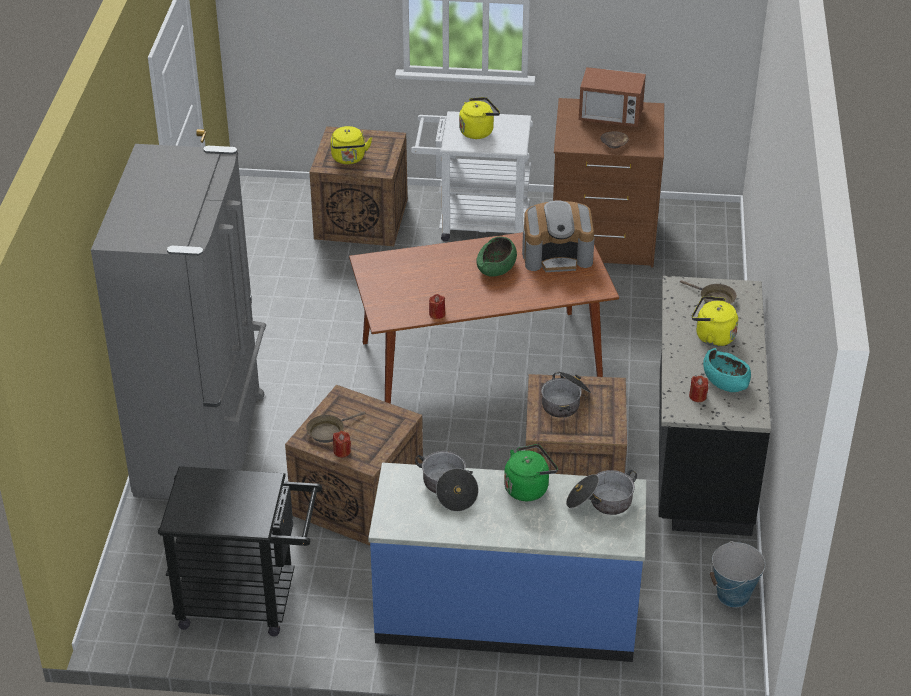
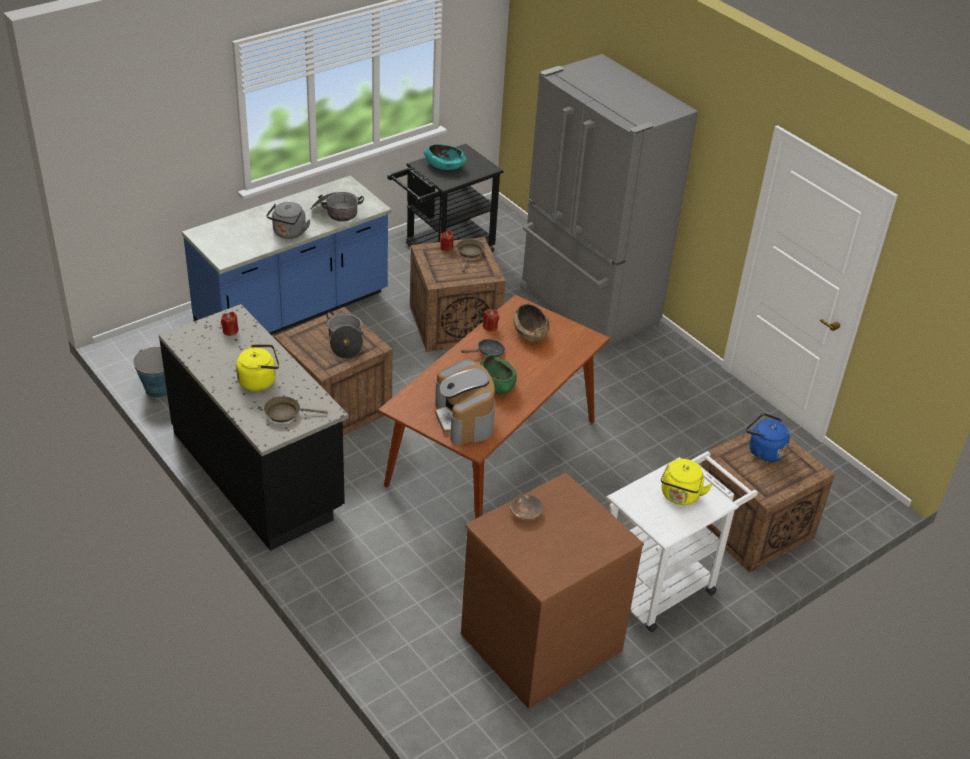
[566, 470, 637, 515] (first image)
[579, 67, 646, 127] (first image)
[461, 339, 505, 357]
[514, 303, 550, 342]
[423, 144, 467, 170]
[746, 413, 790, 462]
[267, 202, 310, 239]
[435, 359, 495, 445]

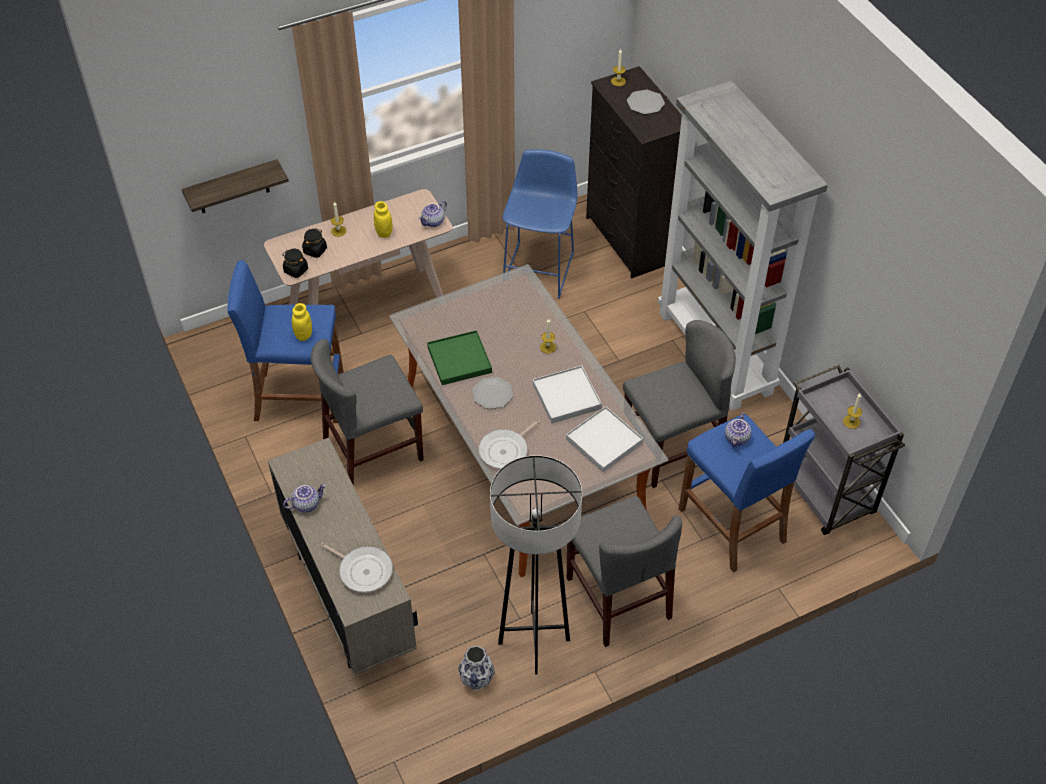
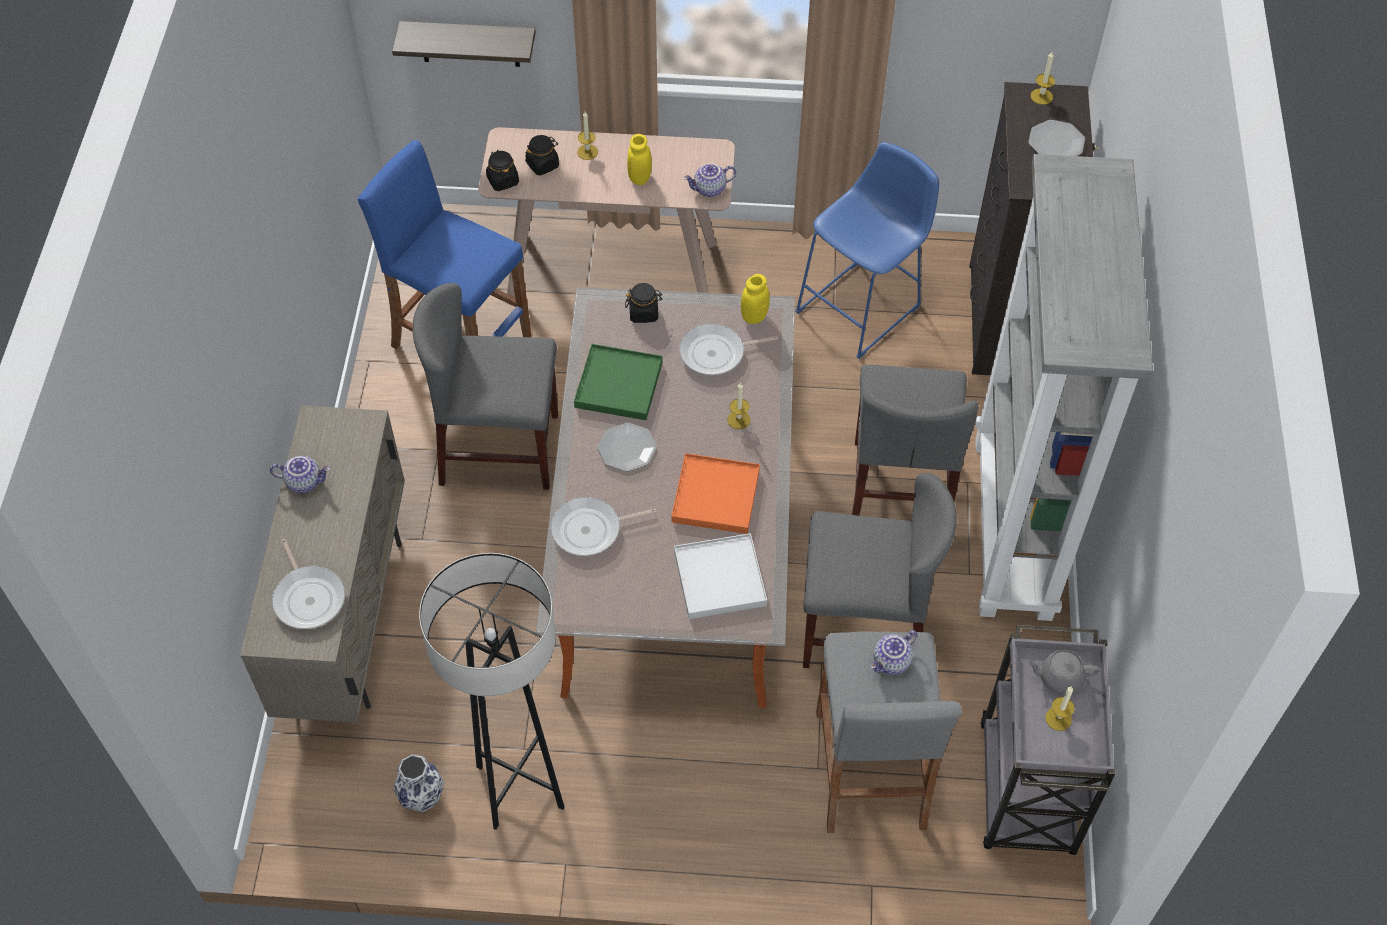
[625, 283, 663, 323]
[679, 324, 778, 375]
[1026, 650, 1099, 694]
[741, 274, 770, 324]
[852, 365, 979, 516]
[671, 453, 760, 534]
[816, 631, 962, 833]

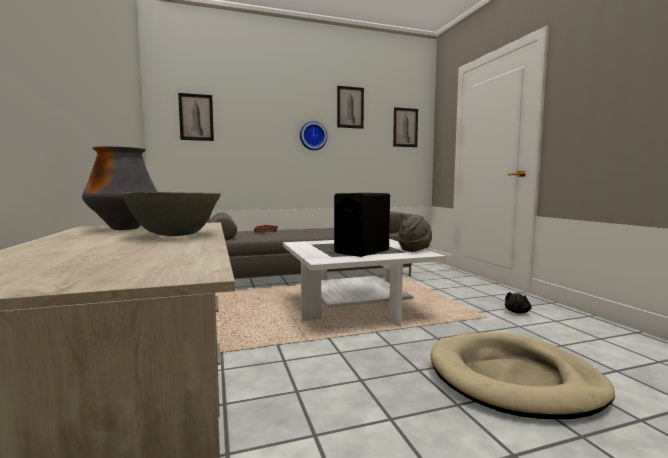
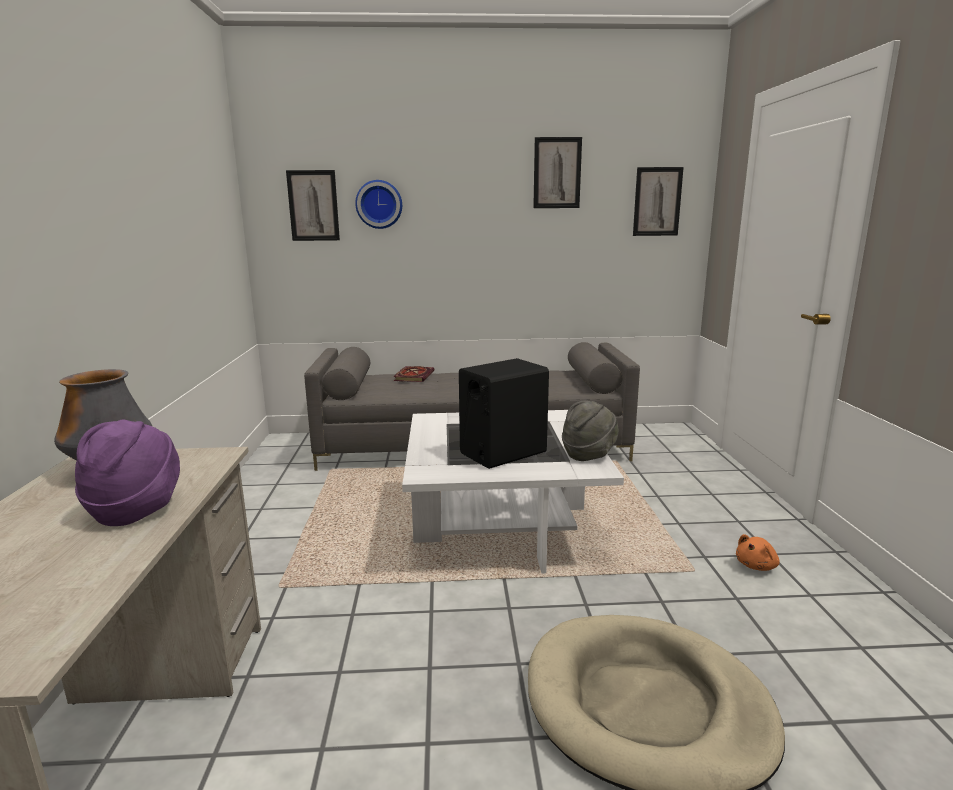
[355, 180, 402, 229]
[75, 420, 180, 526]
[736, 534, 780, 571]

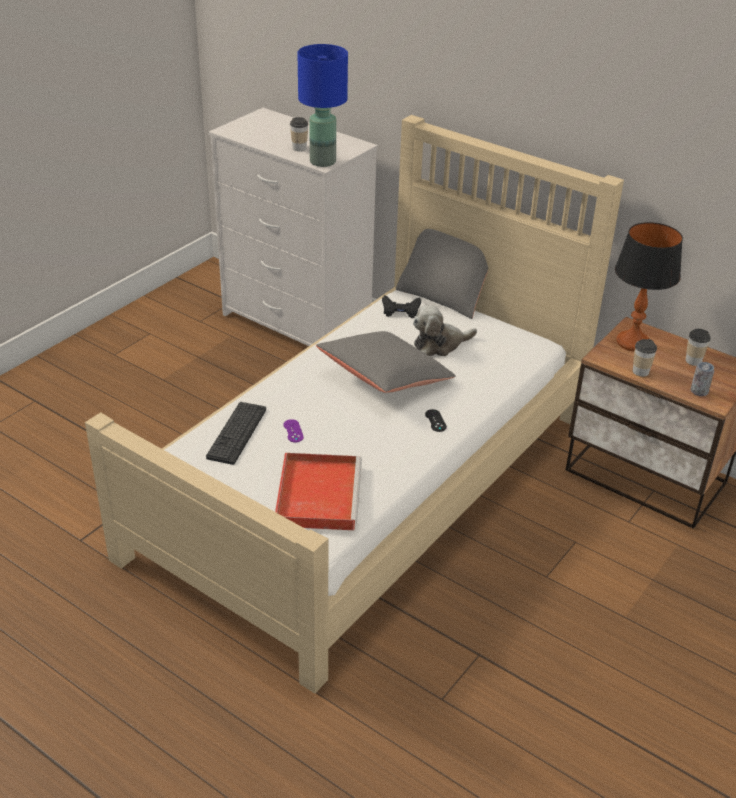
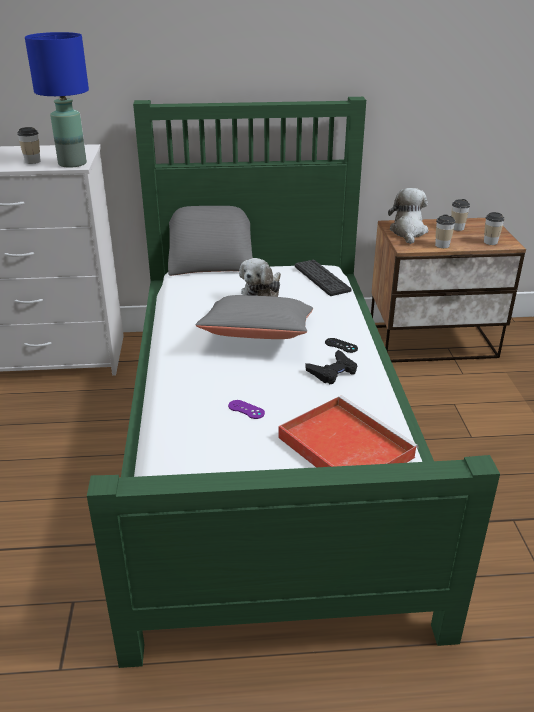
[295, 260, 351, 296]
[305, 350, 357, 384]
[388, 188, 428, 244]
[484, 212, 505, 245]
[87, 97, 500, 668]

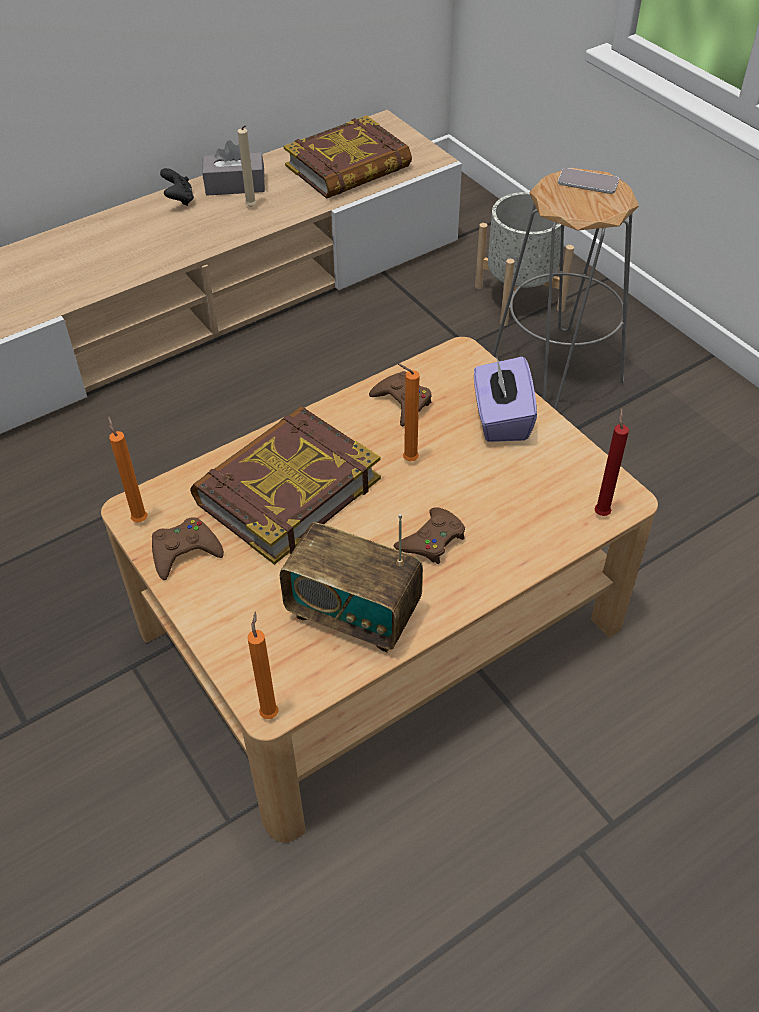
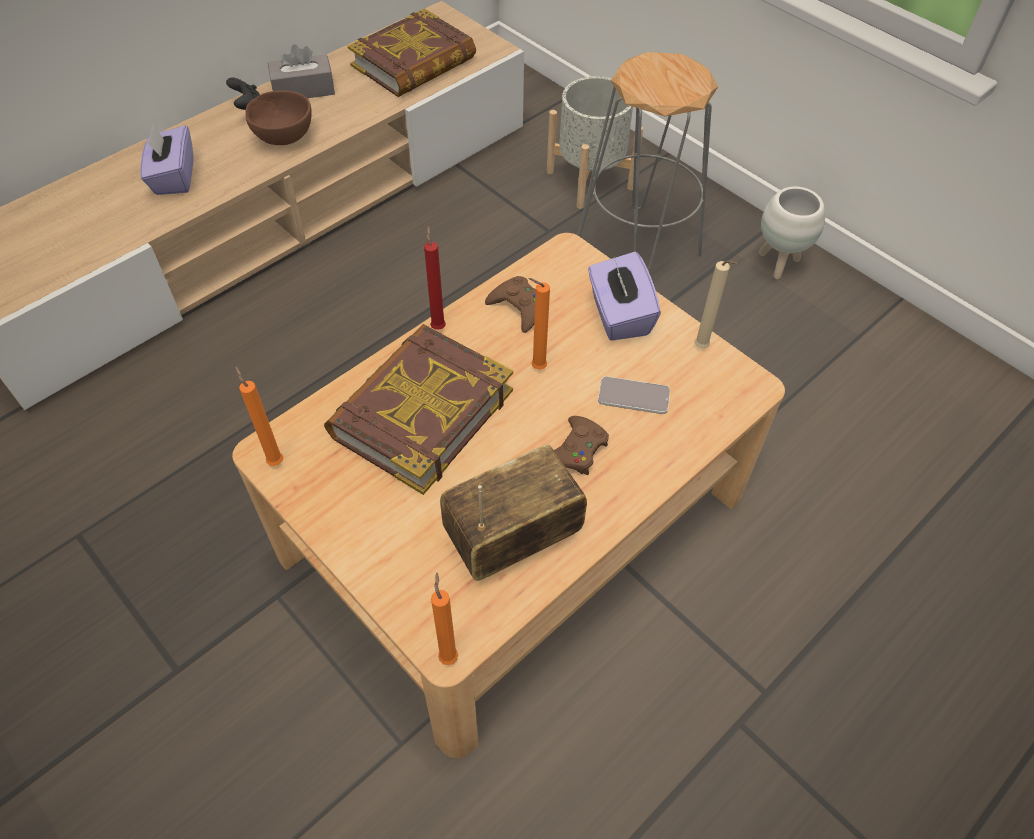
[152, 517, 224, 580] (first image)
[140, 125, 194, 195]
[245, 90, 312, 145]
[759, 186, 825, 279]
[694, 260, 737, 348]
[598, 376, 670, 414]
[424, 226, 446, 330]
[440, 445, 587, 581]

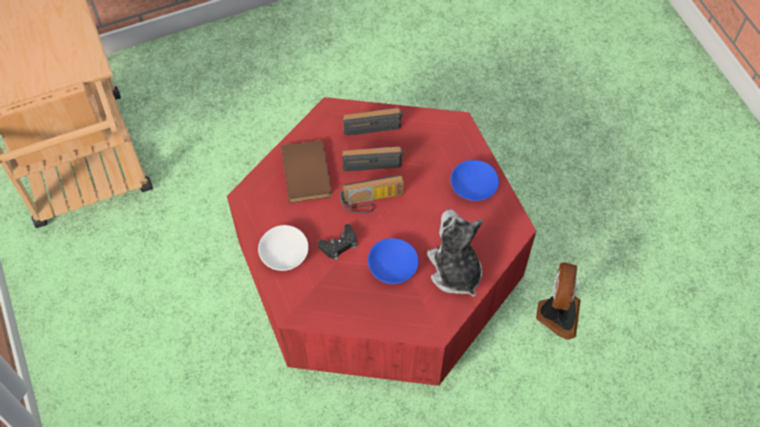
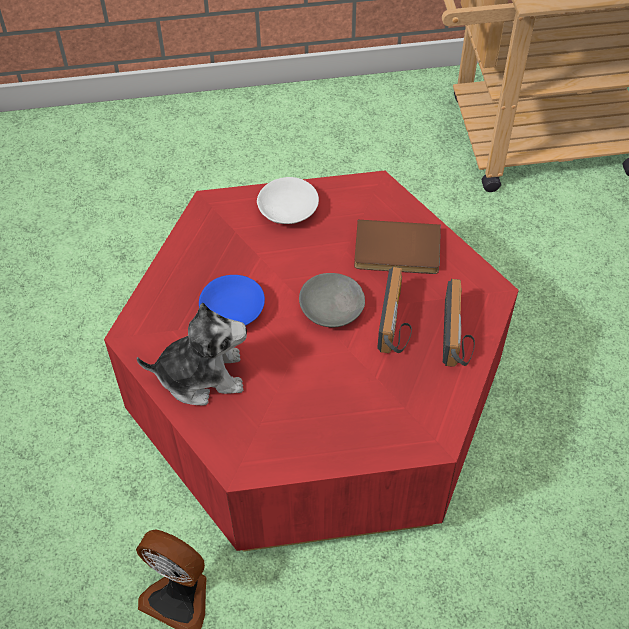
[318, 224, 357, 260] (first image)
[451, 160, 499, 201] (first image)
[299, 273, 365, 327]

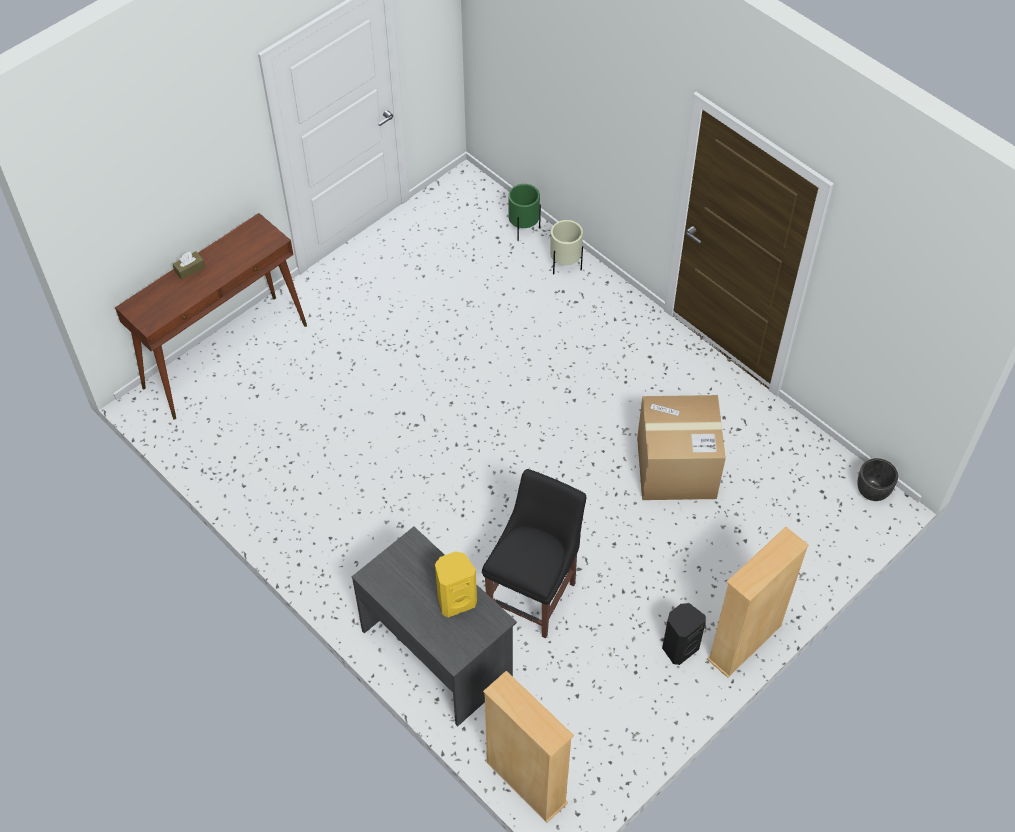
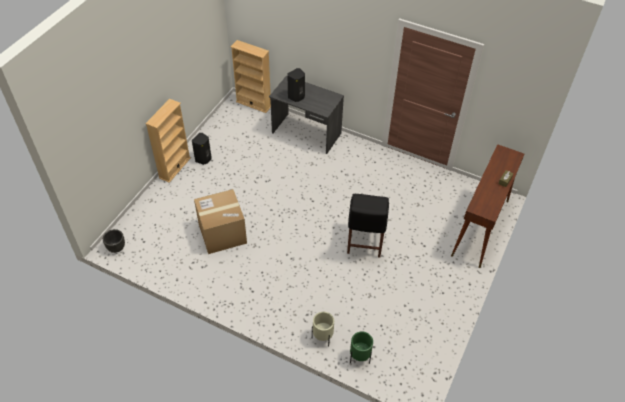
[347, 194, 389, 258]
[288, 68, 305, 102]

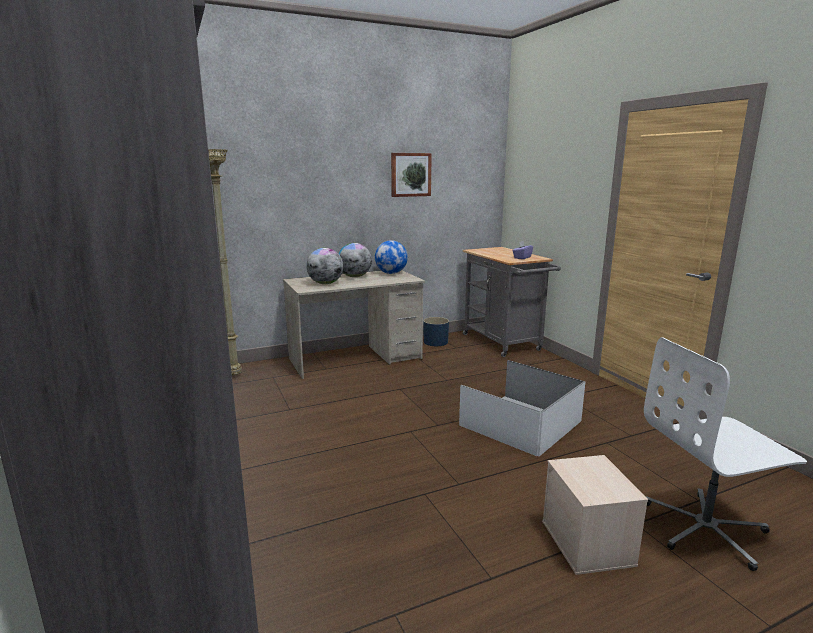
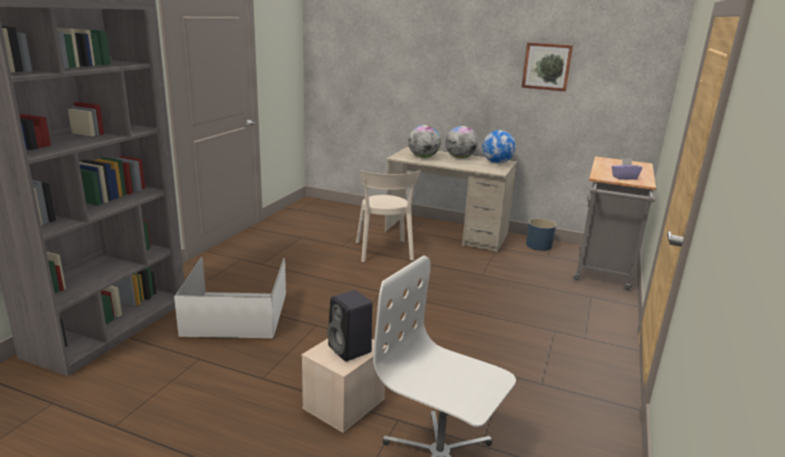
[208, 149, 242, 376] (first image)
[327, 290, 373, 361]
[356, 170, 421, 262]
[174, 257, 286, 338]

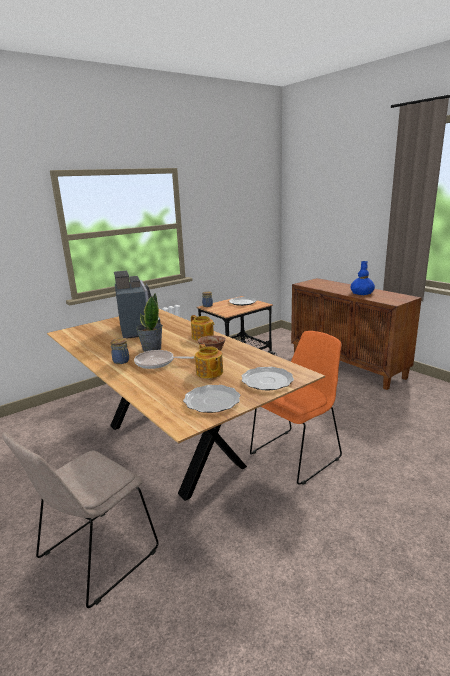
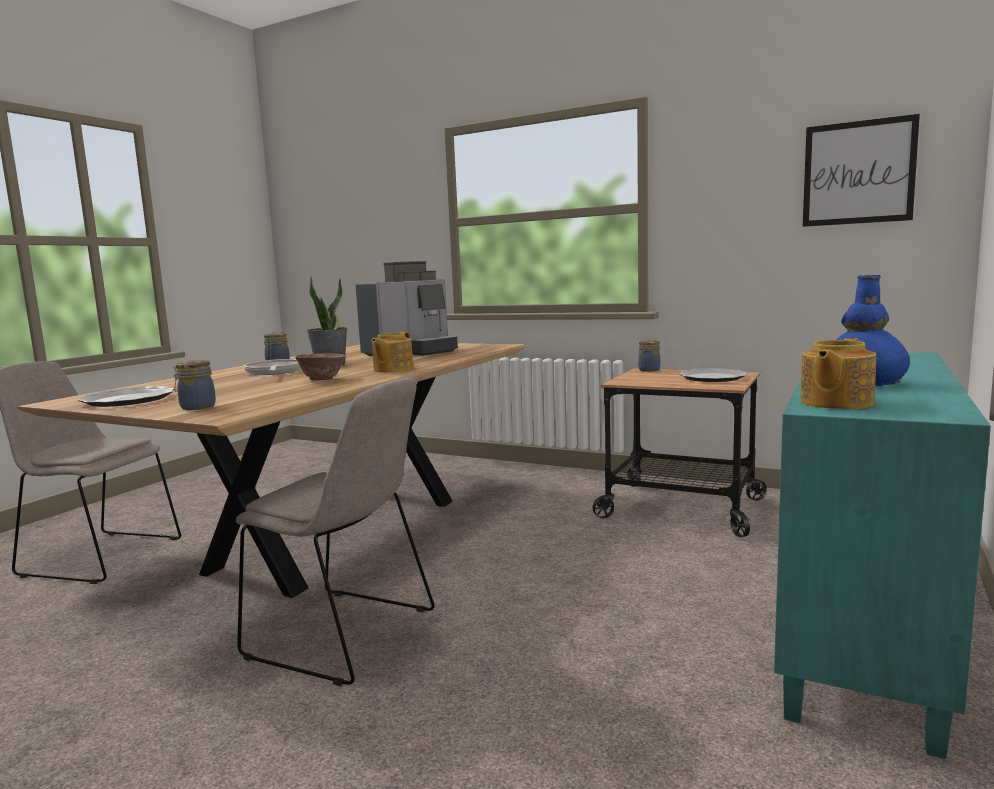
[803, 114, 920, 227]
[800, 338, 876, 409]
[173, 360, 216, 410]
[236, 378, 434, 686]
[774, 352, 991, 759]

